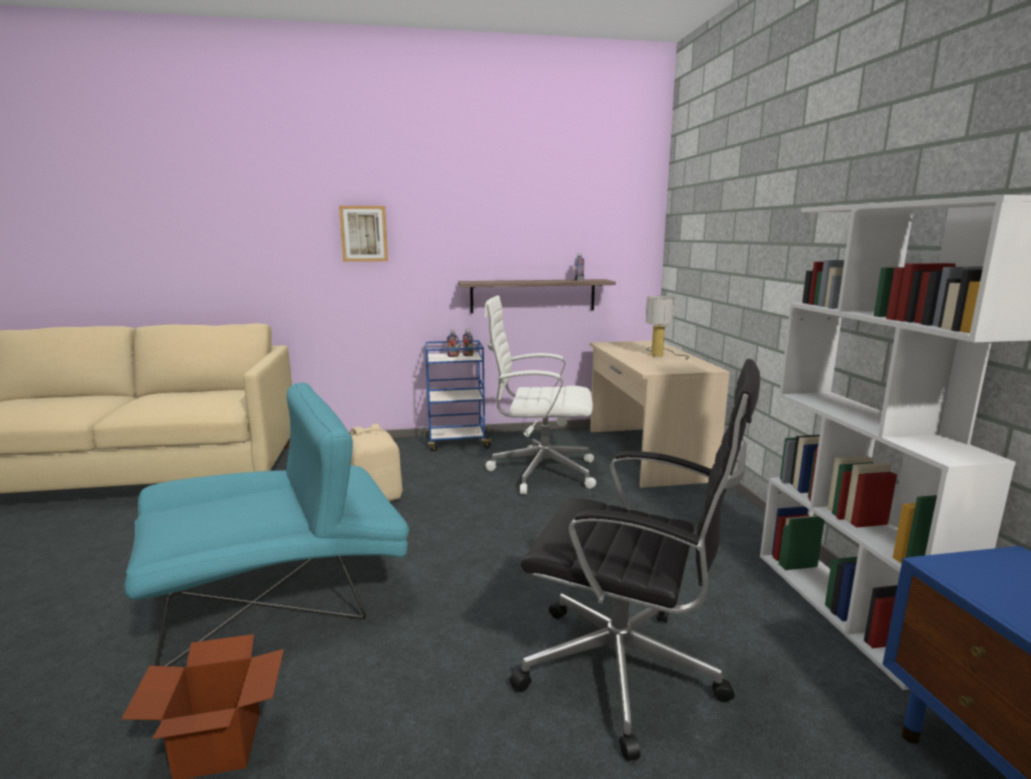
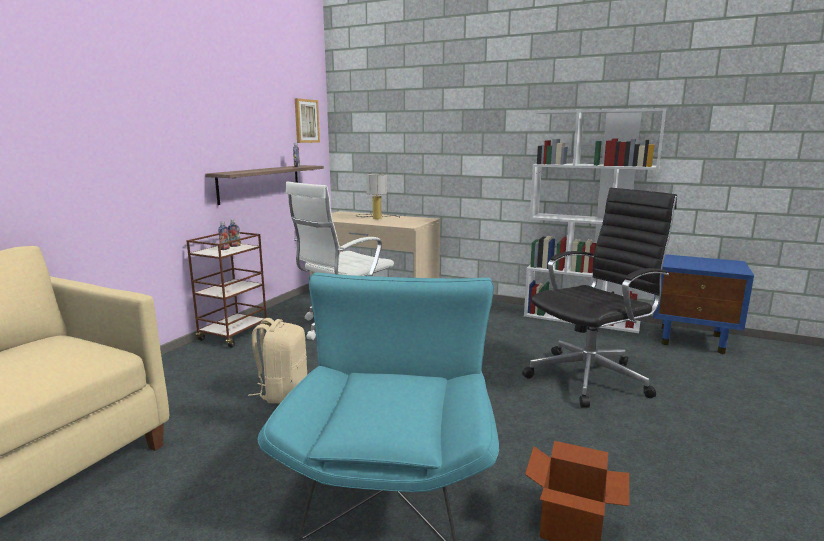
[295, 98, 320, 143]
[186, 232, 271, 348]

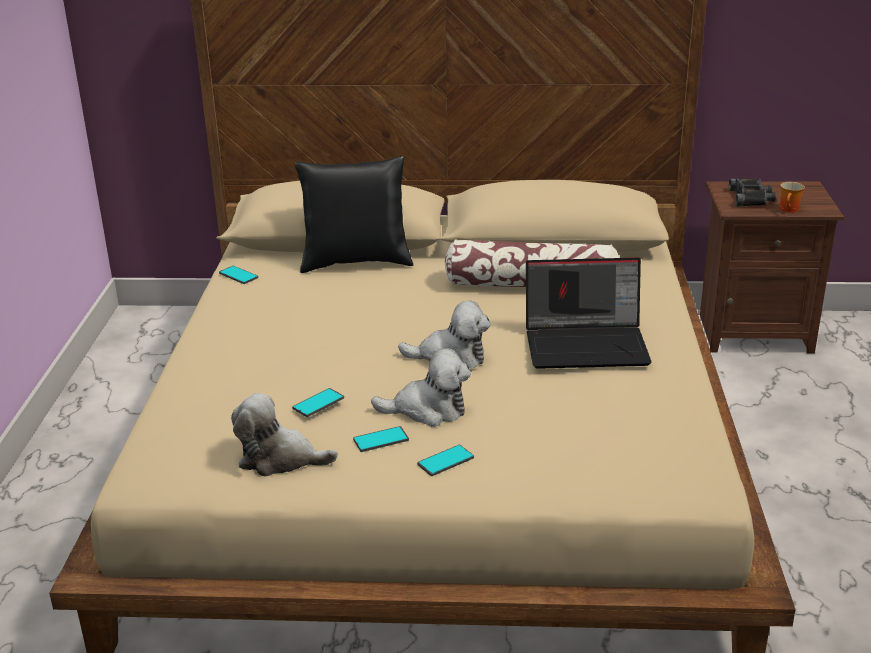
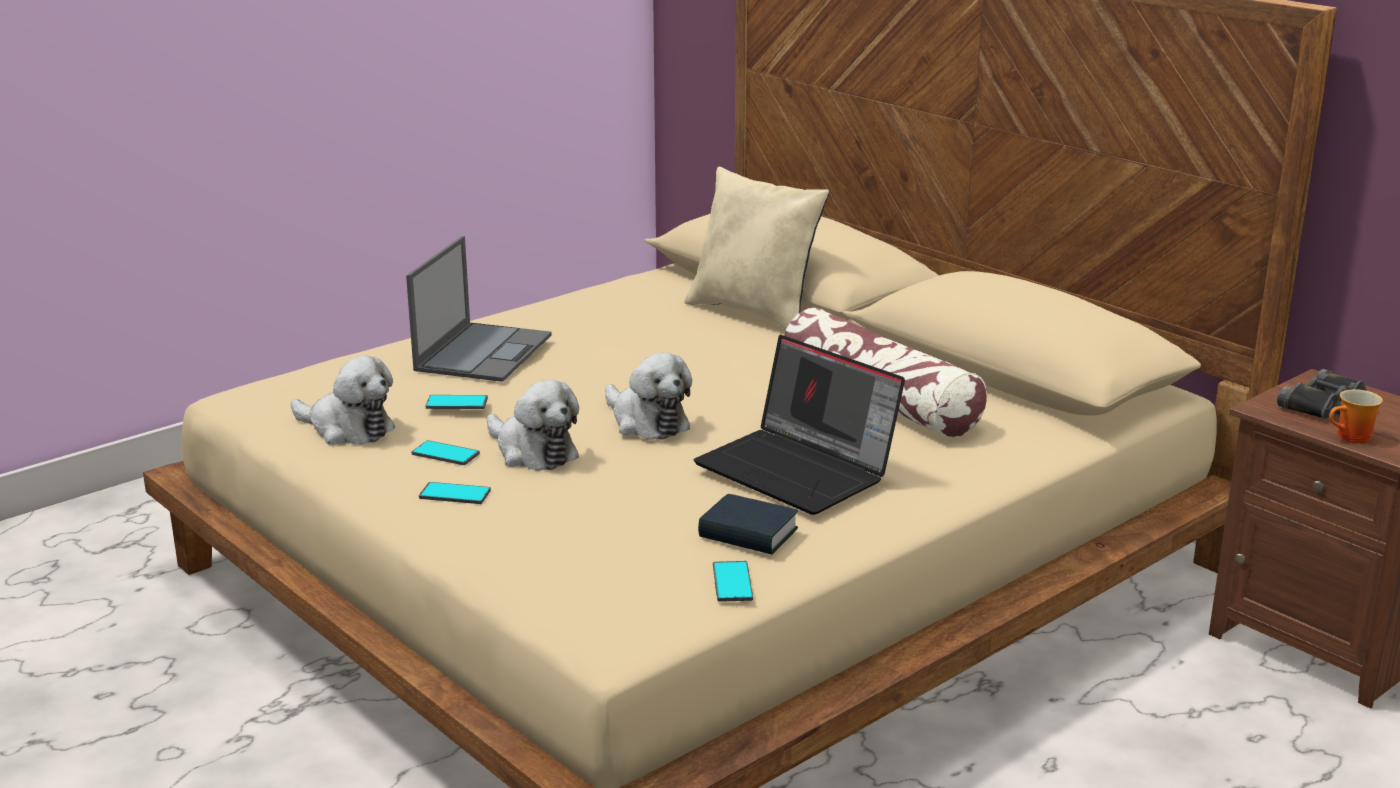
[406, 236, 552, 382]
[698, 494, 798, 555]
[713, 561, 753, 602]
[684, 167, 829, 329]
[291, 355, 395, 445]

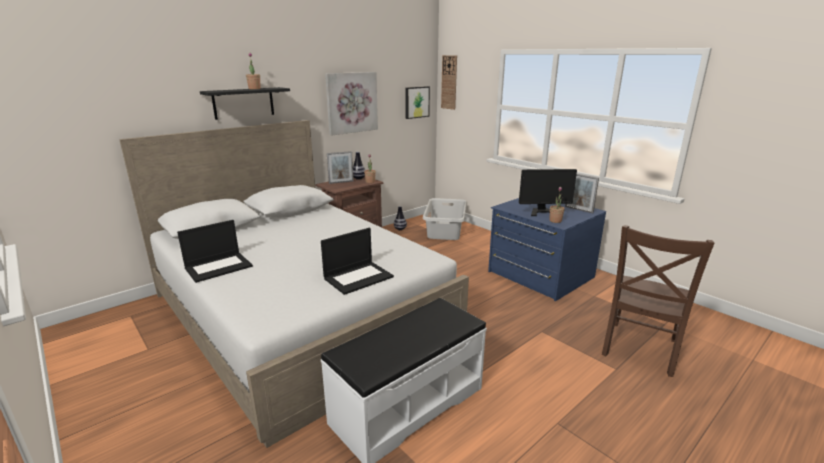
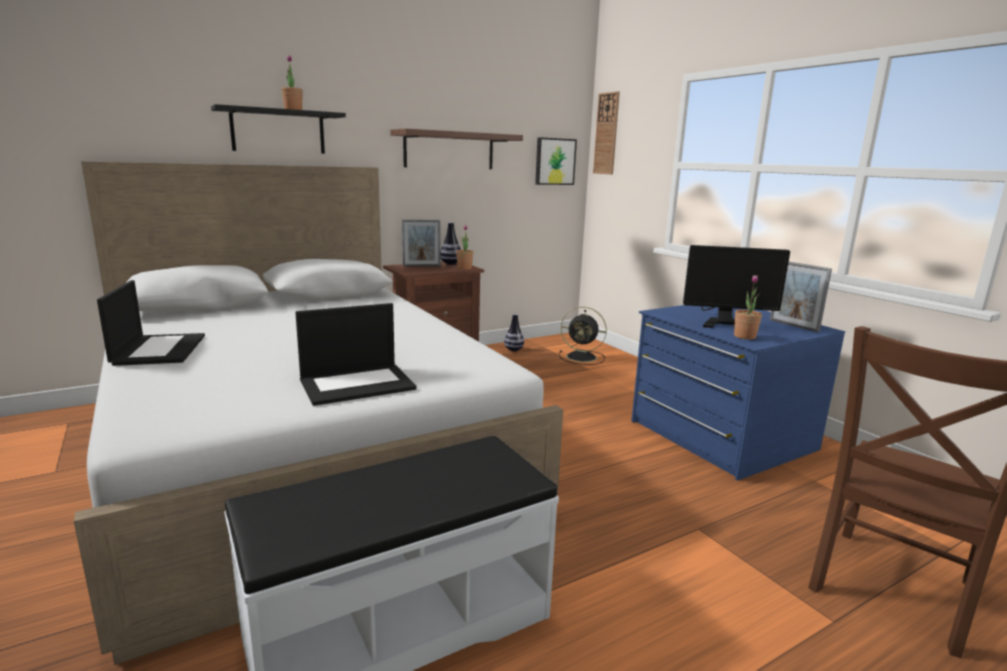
[390, 129, 523, 169]
[559, 307, 607, 365]
[97, 280, 205, 366]

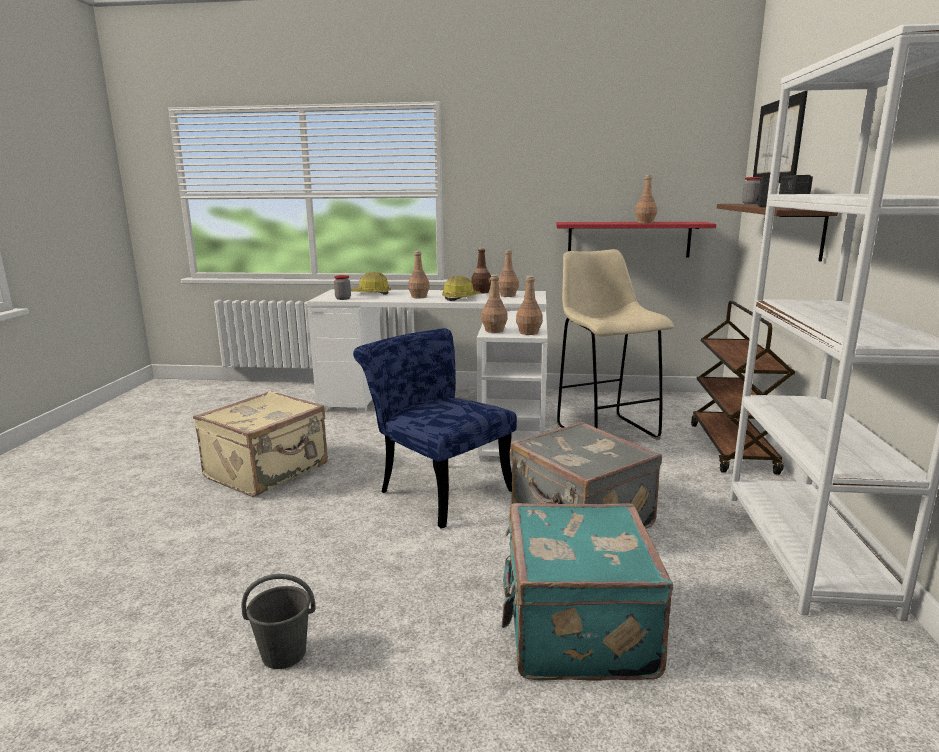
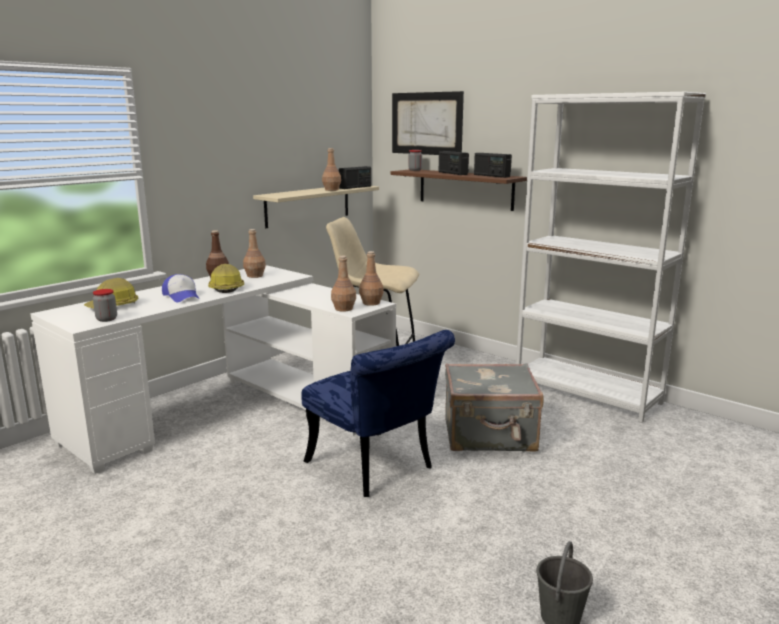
[193, 390, 328, 497] (first image)
[502, 503, 673, 681] (first image)
[691, 301, 796, 475] (first image)
[339, 166, 371, 189]
[162, 274, 199, 302]
[253, 186, 379, 228]
[301, 330, 455, 497]

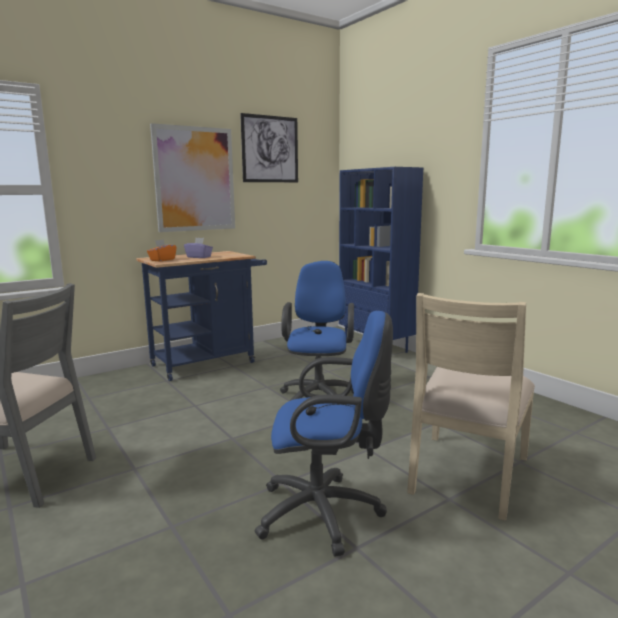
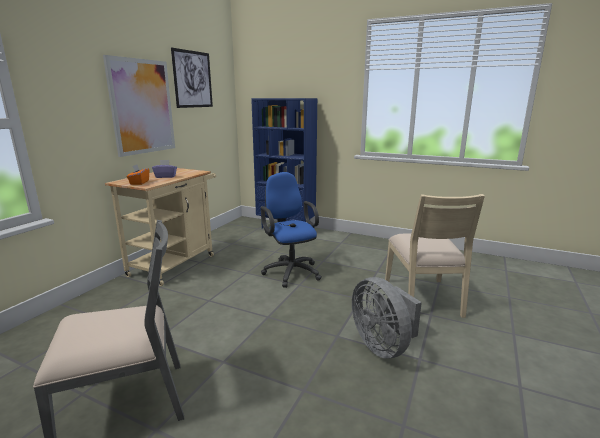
[352, 277, 422, 358]
[105, 168, 216, 286]

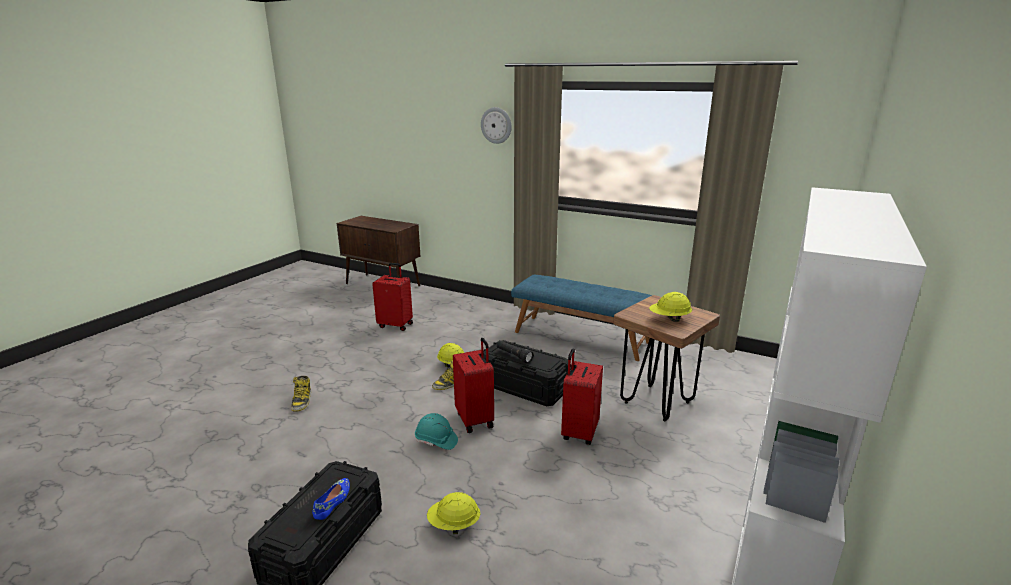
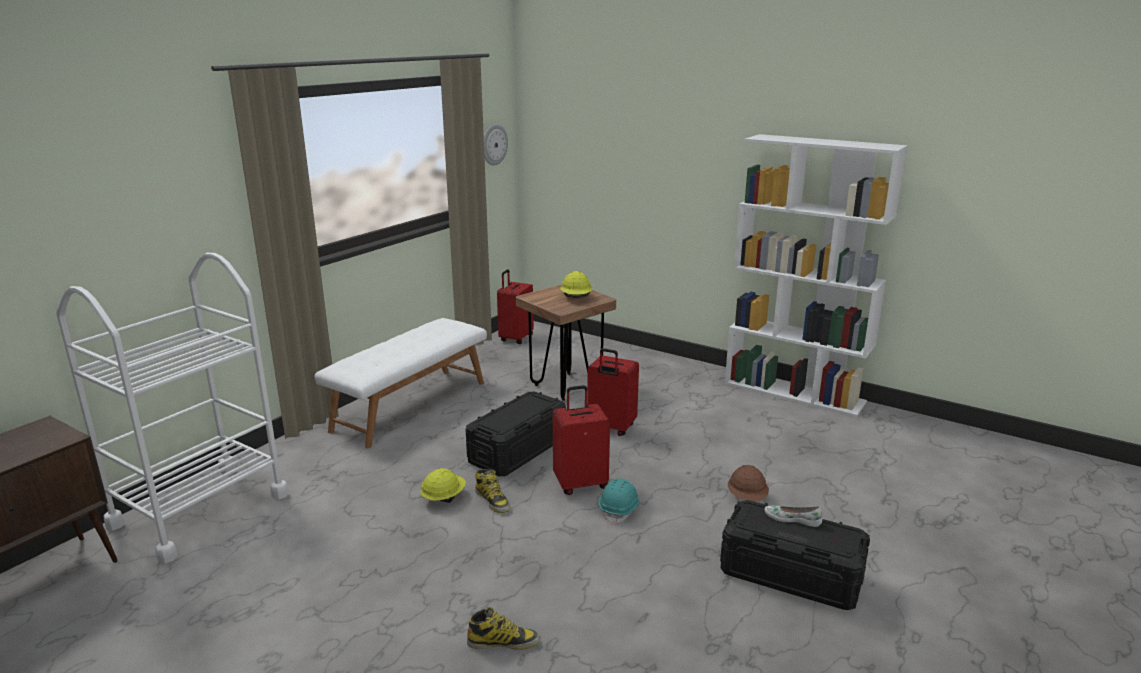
[497, 340, 533, 363] (first image)
[57, 253, 289, 564]
[497, 269, 534, 344]
[484, 124, 508, 166]
[764, 506, 822, 527]
[728, 465, 769, 501]
[315, 318, 487, 448]

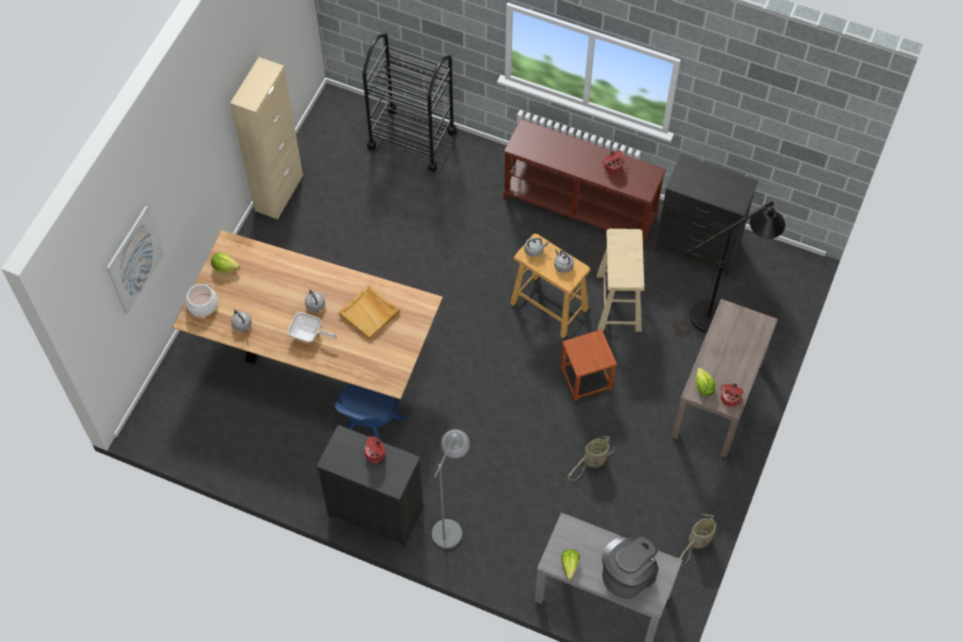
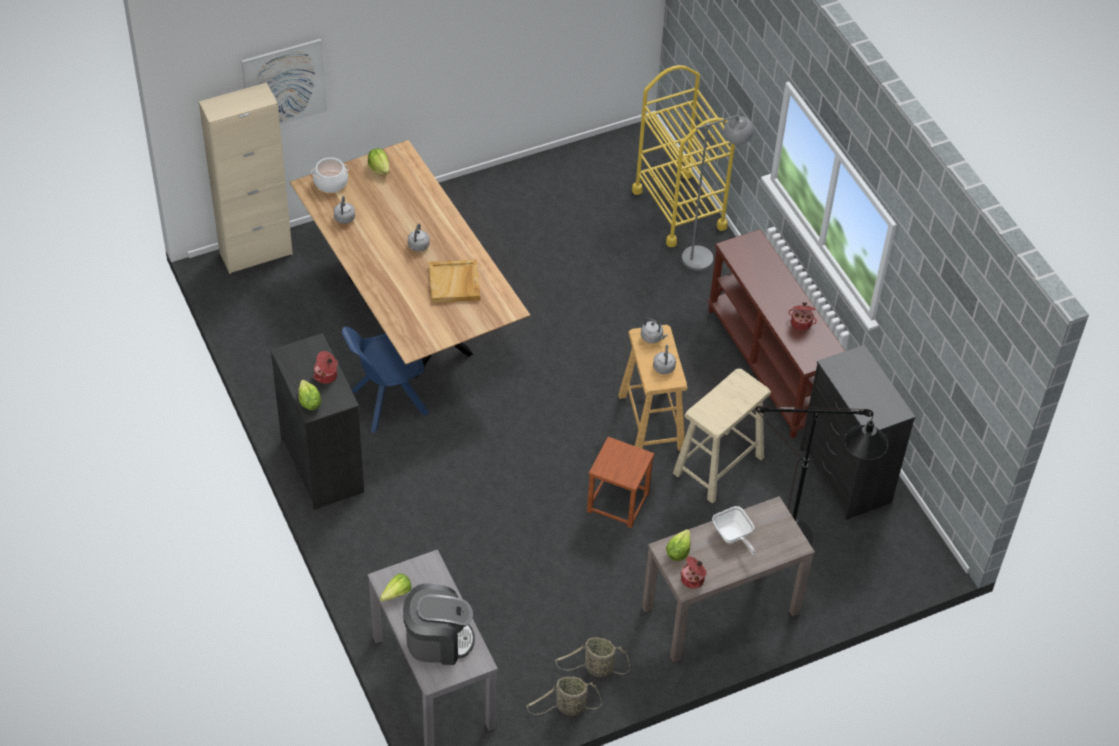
[299, 380, 322, 410]
[199, 82, 293, 274]
[712, 506, 757, 556]
[682, 115, 753, 271]
[555, 637, 630, 677]
[632, 65, 735, 247]

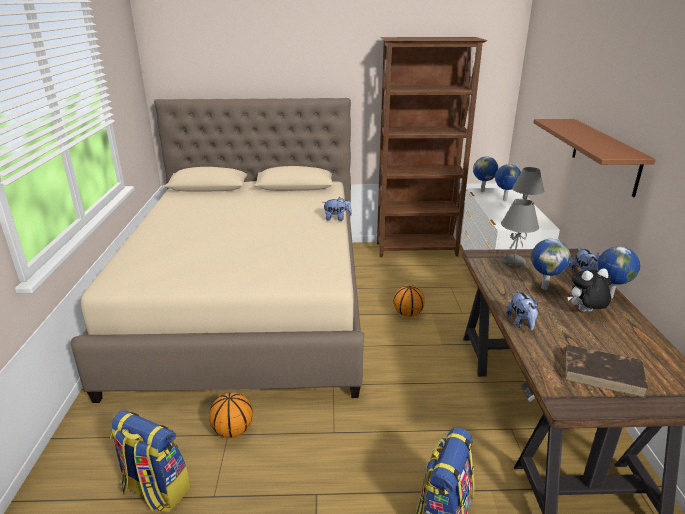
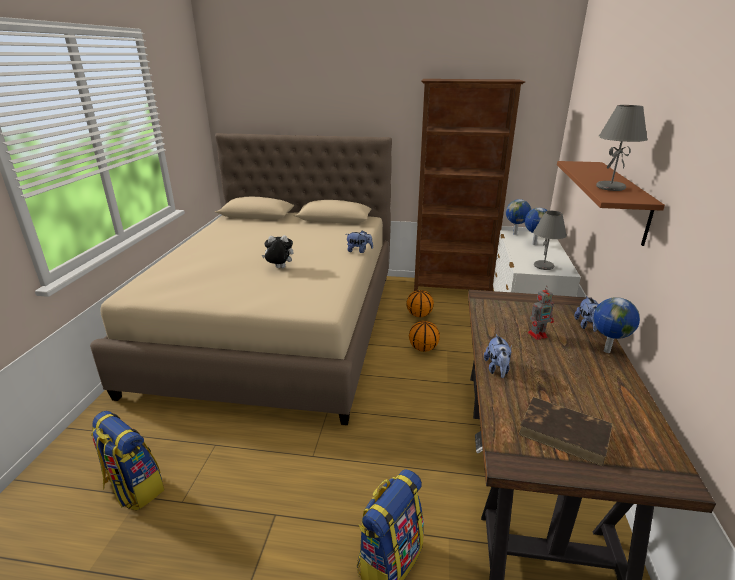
[406, 290, 434, 317]
[596, 105, 648, 191]
[262, 235, 294, 268]
[528, 286, 554, 340]

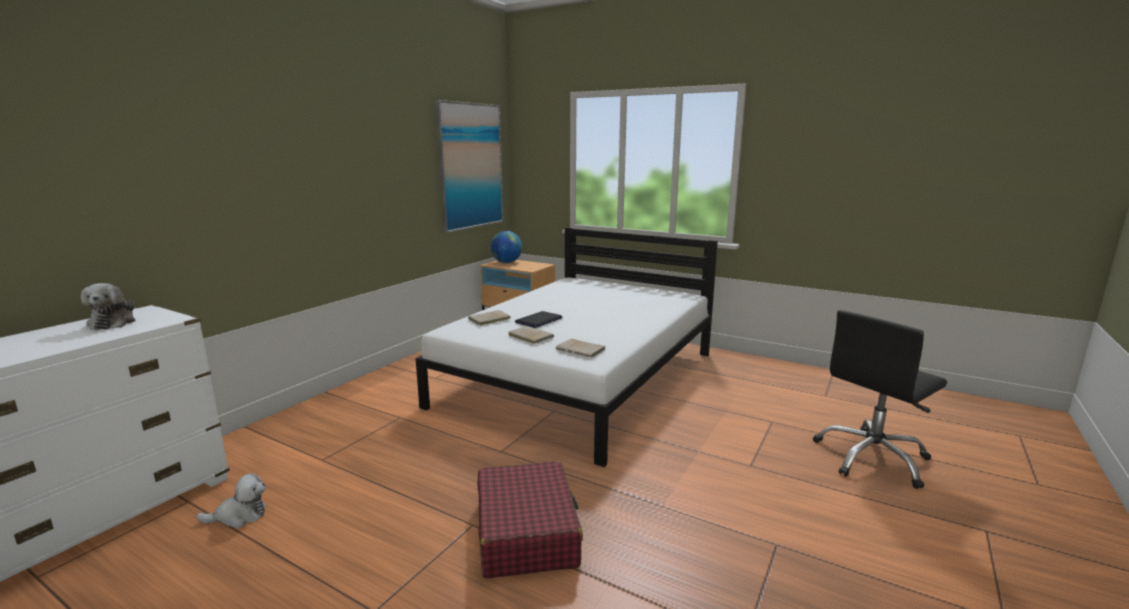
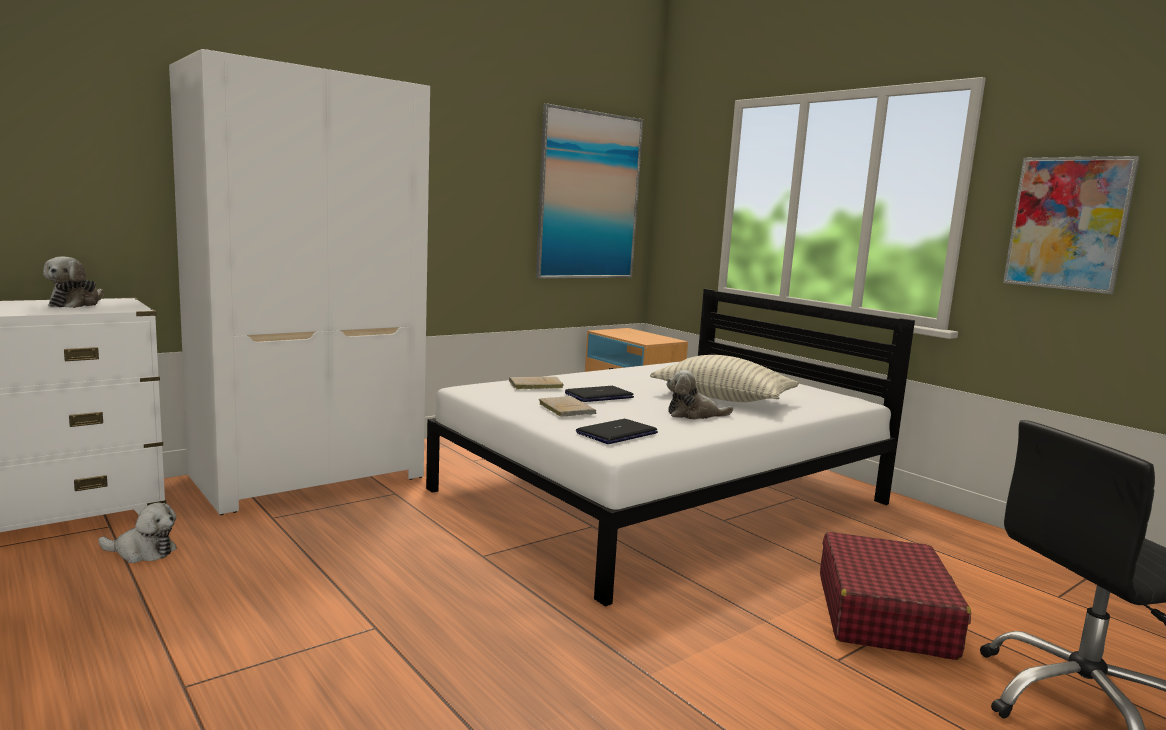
[491, 231, 522, 263] (first image)
[169, 49, 430, 515]
[650, 355, 799, 402]
[667, 370, 733, 420]
[1003, 156, 1140, 294]
[820, 532, 971, 660]
[576, 419, 658, 444]

